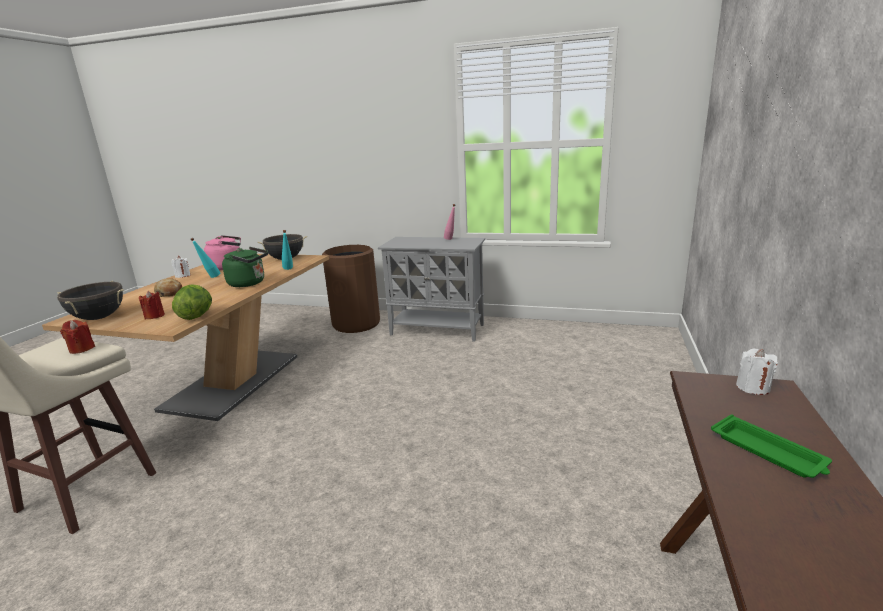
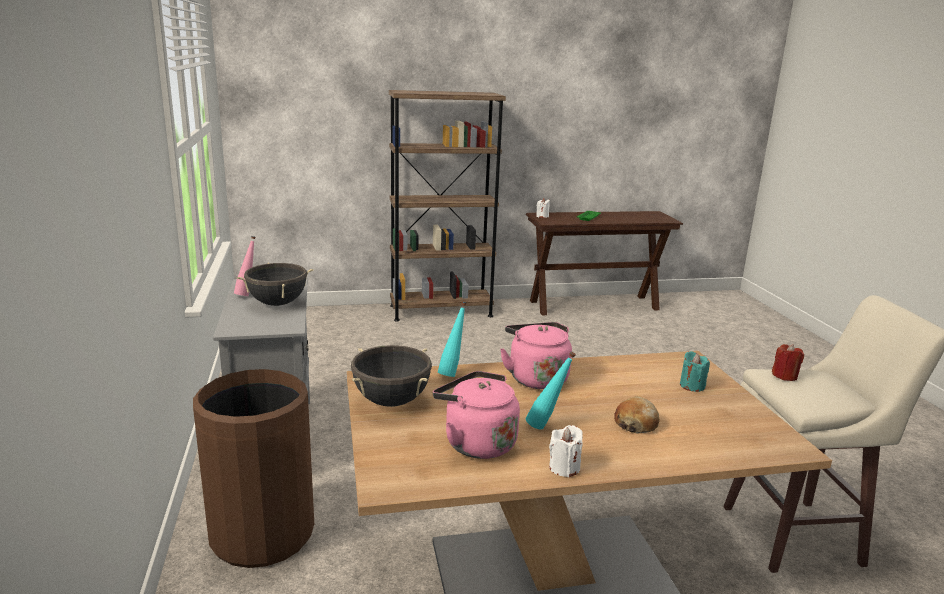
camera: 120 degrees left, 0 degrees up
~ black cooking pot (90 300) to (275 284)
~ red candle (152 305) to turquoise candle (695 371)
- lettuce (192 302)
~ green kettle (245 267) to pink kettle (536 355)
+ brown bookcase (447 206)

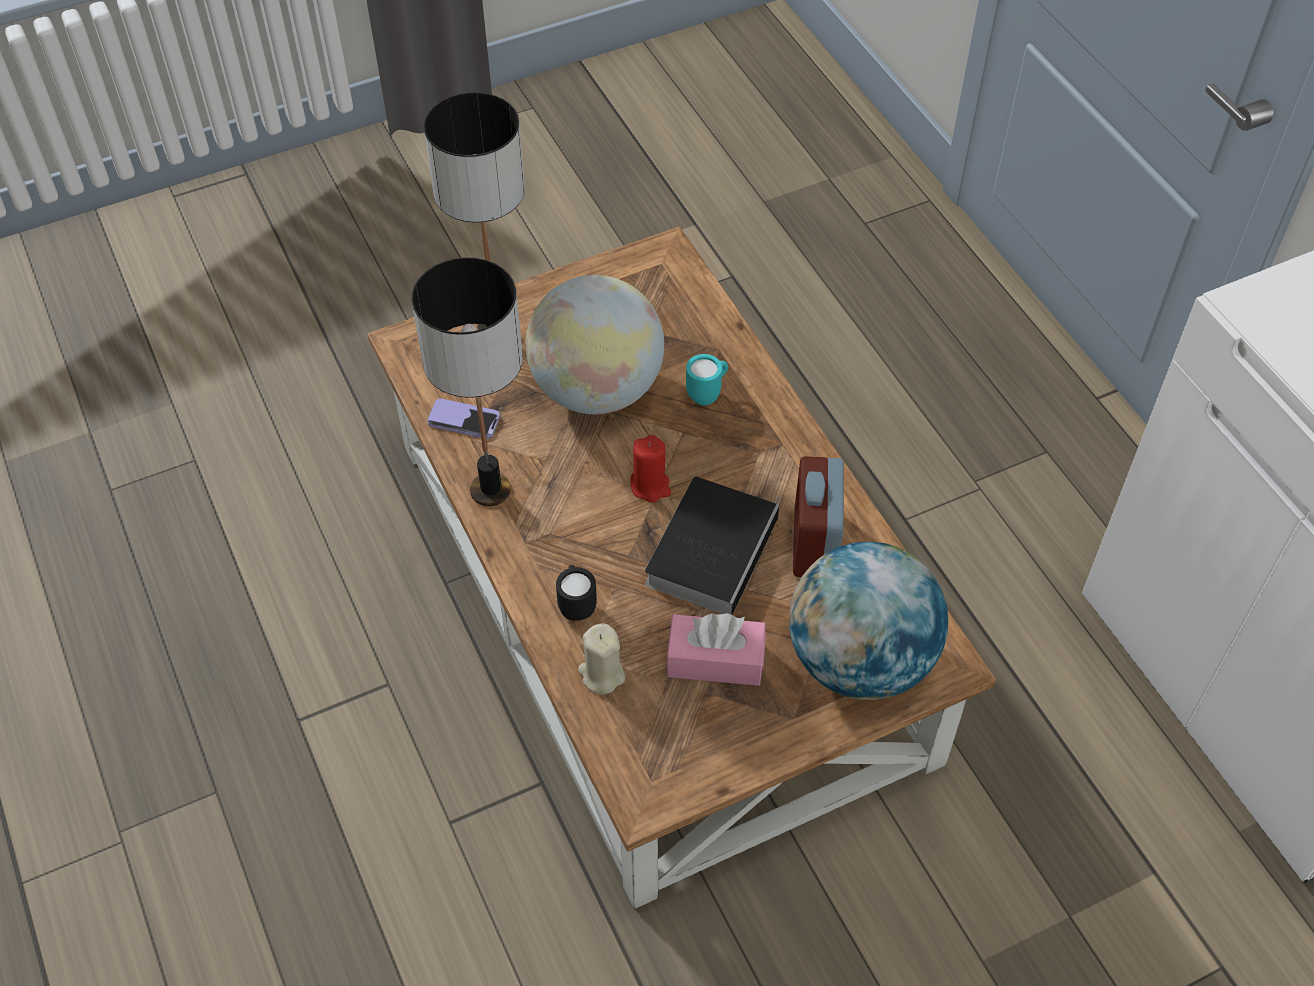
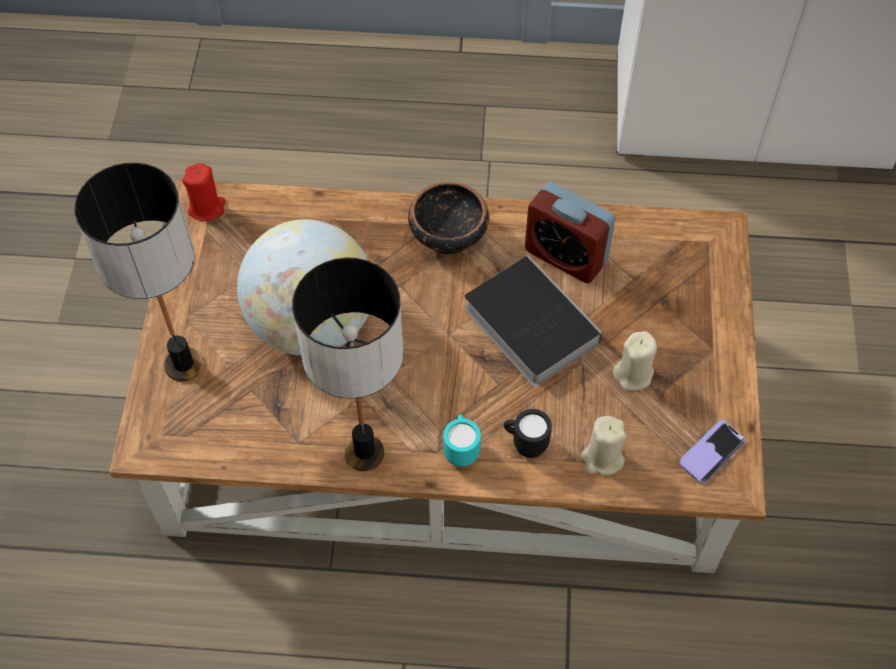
camera: 60 degrees left, 5 degrees up
~ phone (463 419) to (712 452)
~ red candle (651 469) to (204 192)
~ pink tissue box (716 649) to beige candle (635 360)
~ turquoise mug (707 380) to (462 440)
- globe (868 621)
+ bowl (448 218)

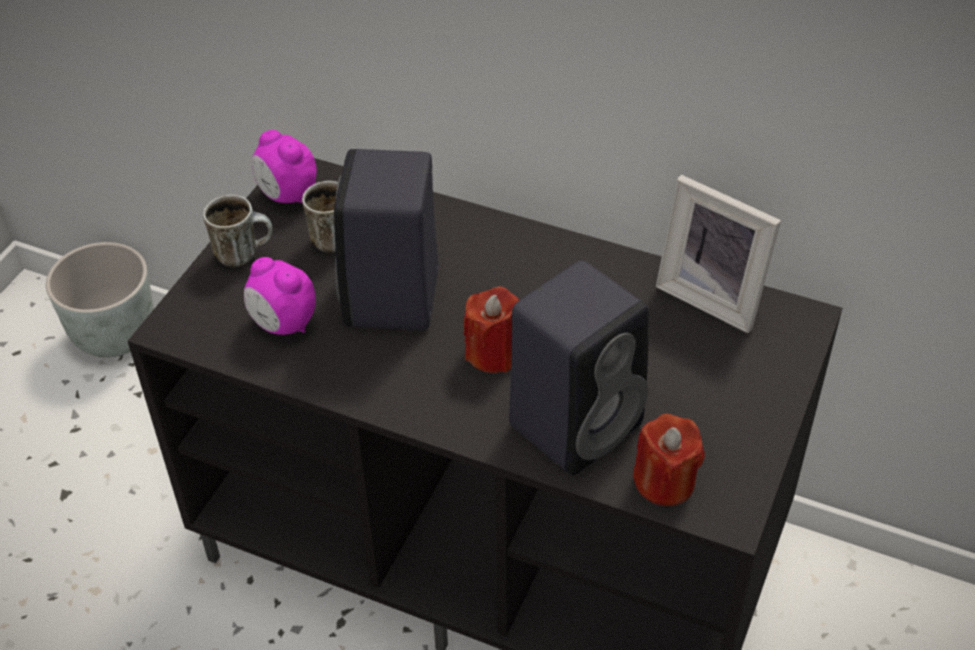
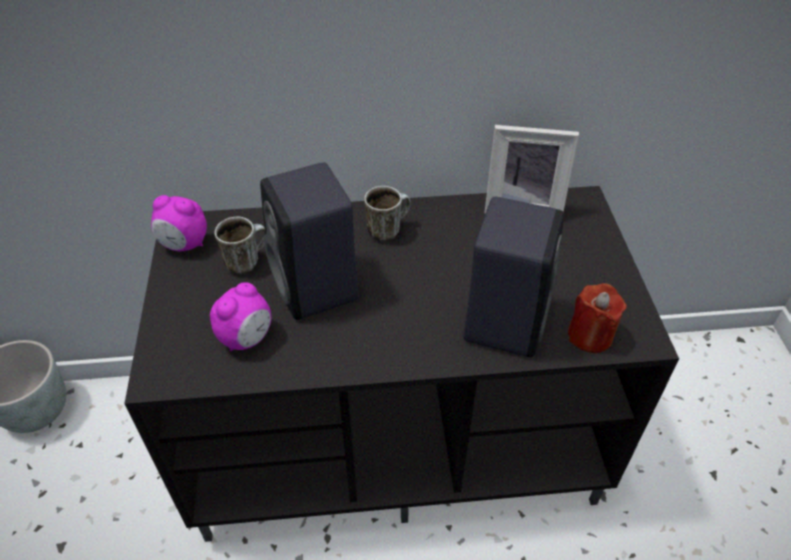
camera: 30 degrees left, 0 degrees up
~ mug (238 231) to (387 213)
~ alarm clock (280 296) = (240 316) 60 degrees counterclockwise
- red candle (491 329)

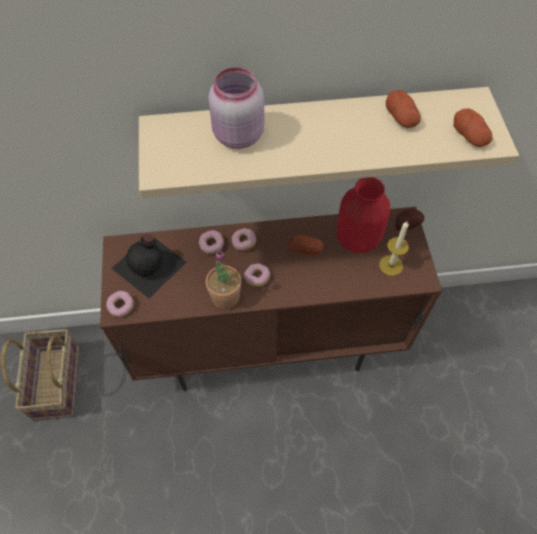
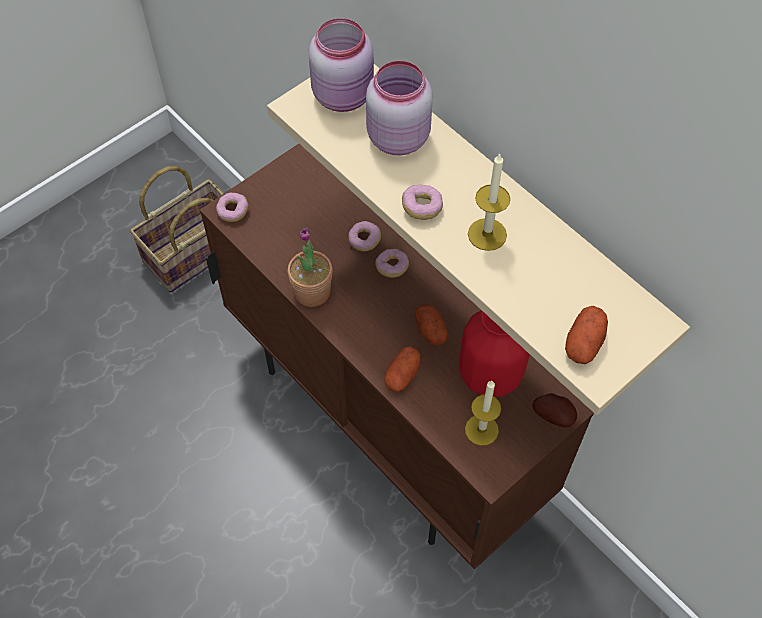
camera: 55 degrees right, 0 degrees up
- black bottle (149 266)
~ donut (257 275) to (422 202)
~ potato (403 109) to (402 369)
+ pink jar (341 65)
+ candle (489 202)

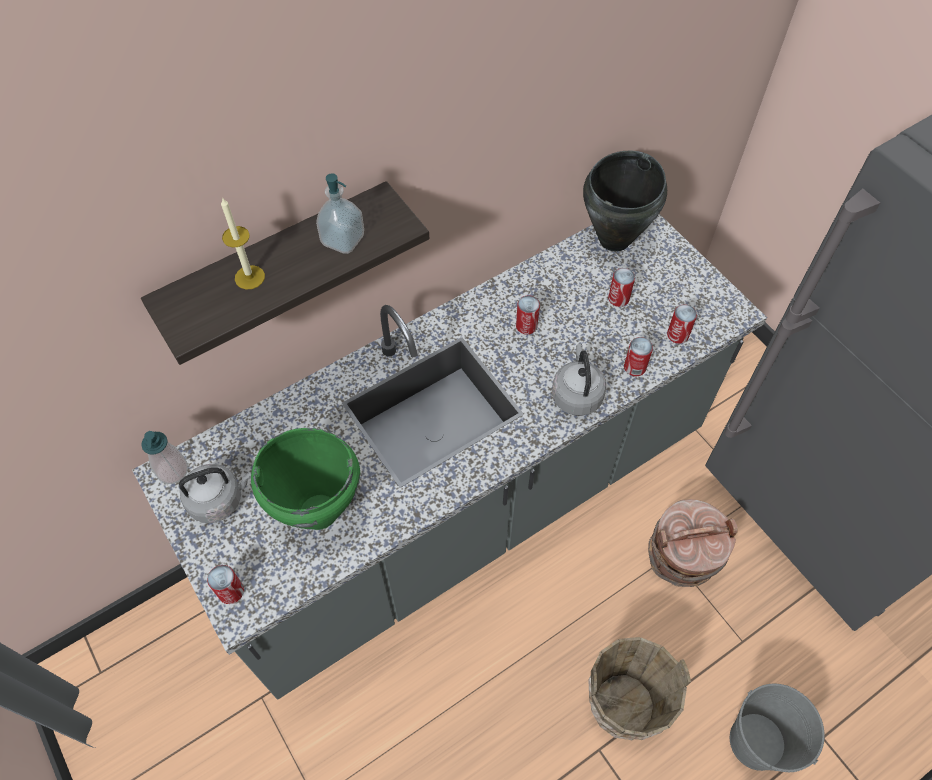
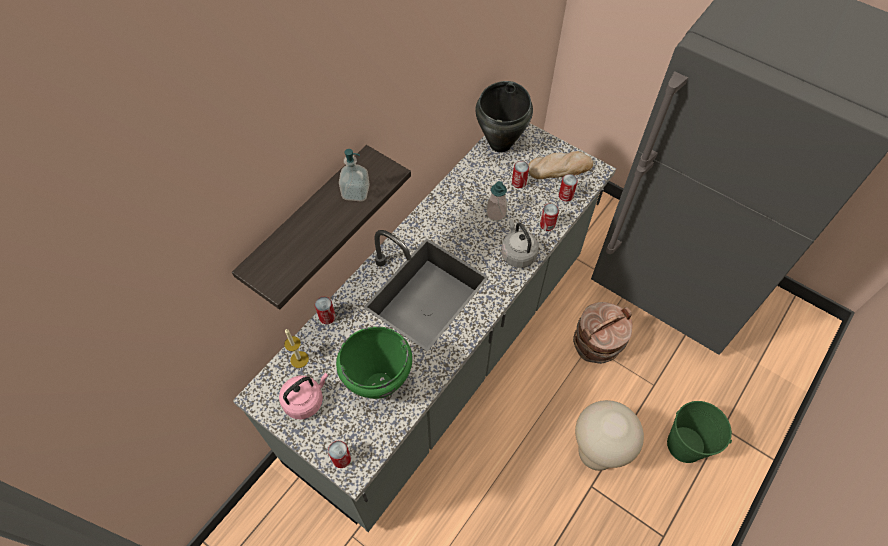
camera: 20 degrees left, 0 degrees up
~ soap dispenser (164 457) to (496 201)
~ grey kettle (215 493) to pink kettle (303 396)
~ candle (243 243) to (296 348)
~ can (528 315) to (325 310)
~ brown bucket (639 688) to beige stool (609 435)
~ grey bucket (777 728) to green bucket (699 432)
+ bread (560 165)

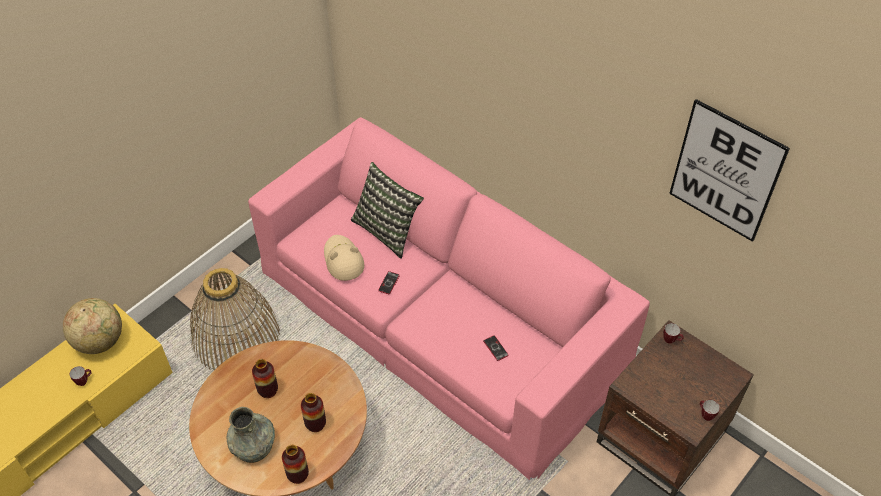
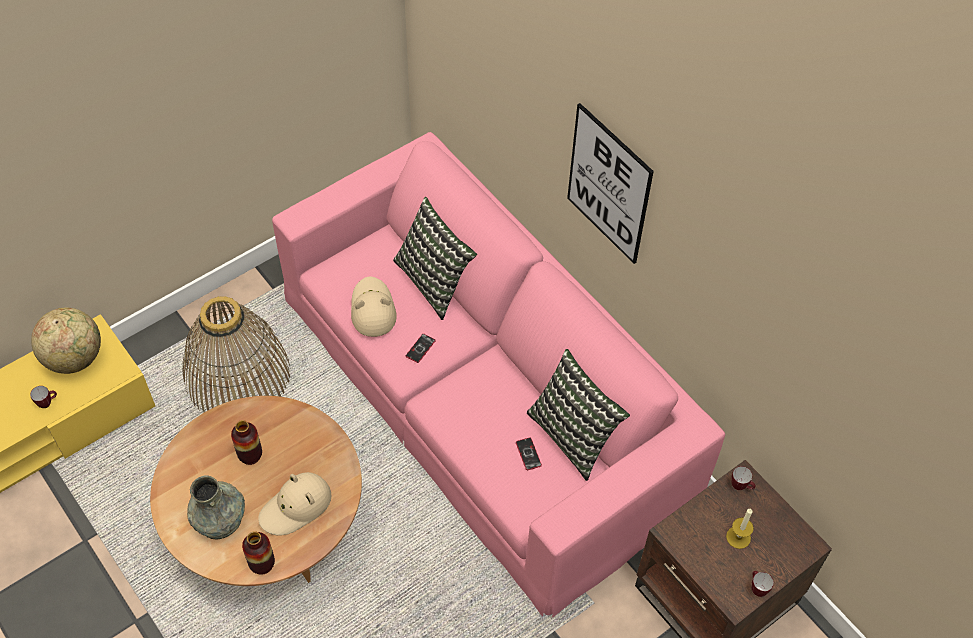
camera: 10 degrees right, 5 degrees up
~ vase (313 412) to beige hat (295 504)
~ picture (729 170) to (610 183)
+ pillow (578 415)
+ candle (740 529)

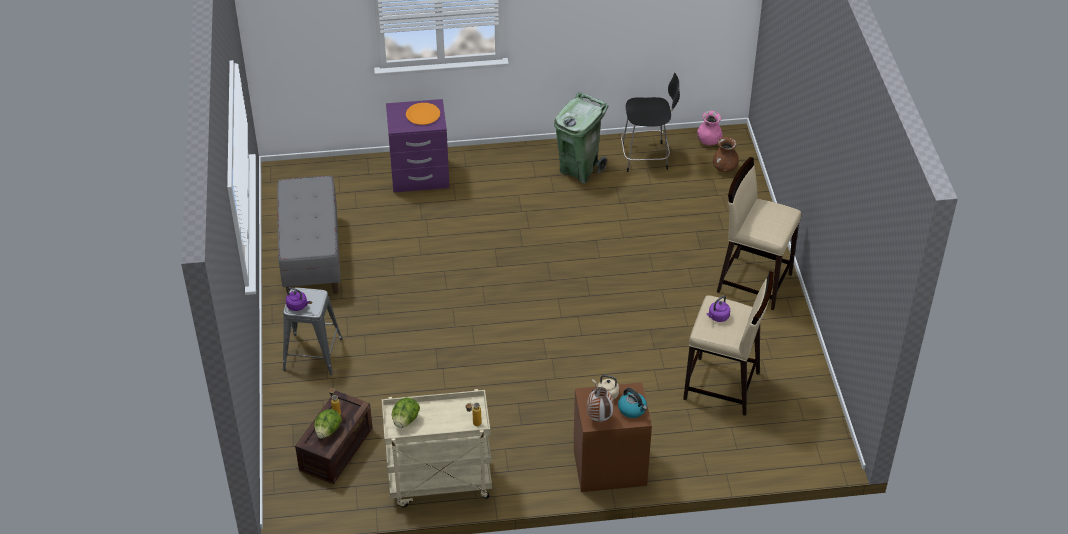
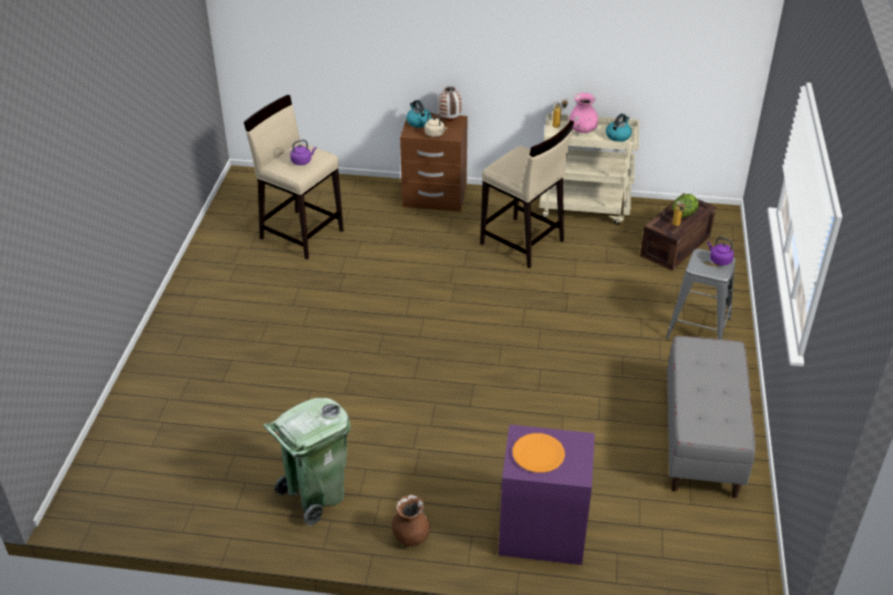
camera: 165 degrees left, 5 degrees down
~ lettuce (406 412) to kettle (619 128)
- black chair (650 122)
~ pink vase (710 128) to (583 113)
~ brown vase (726 154) to (411 520)
~ beige stool (759 233) to (527 194)

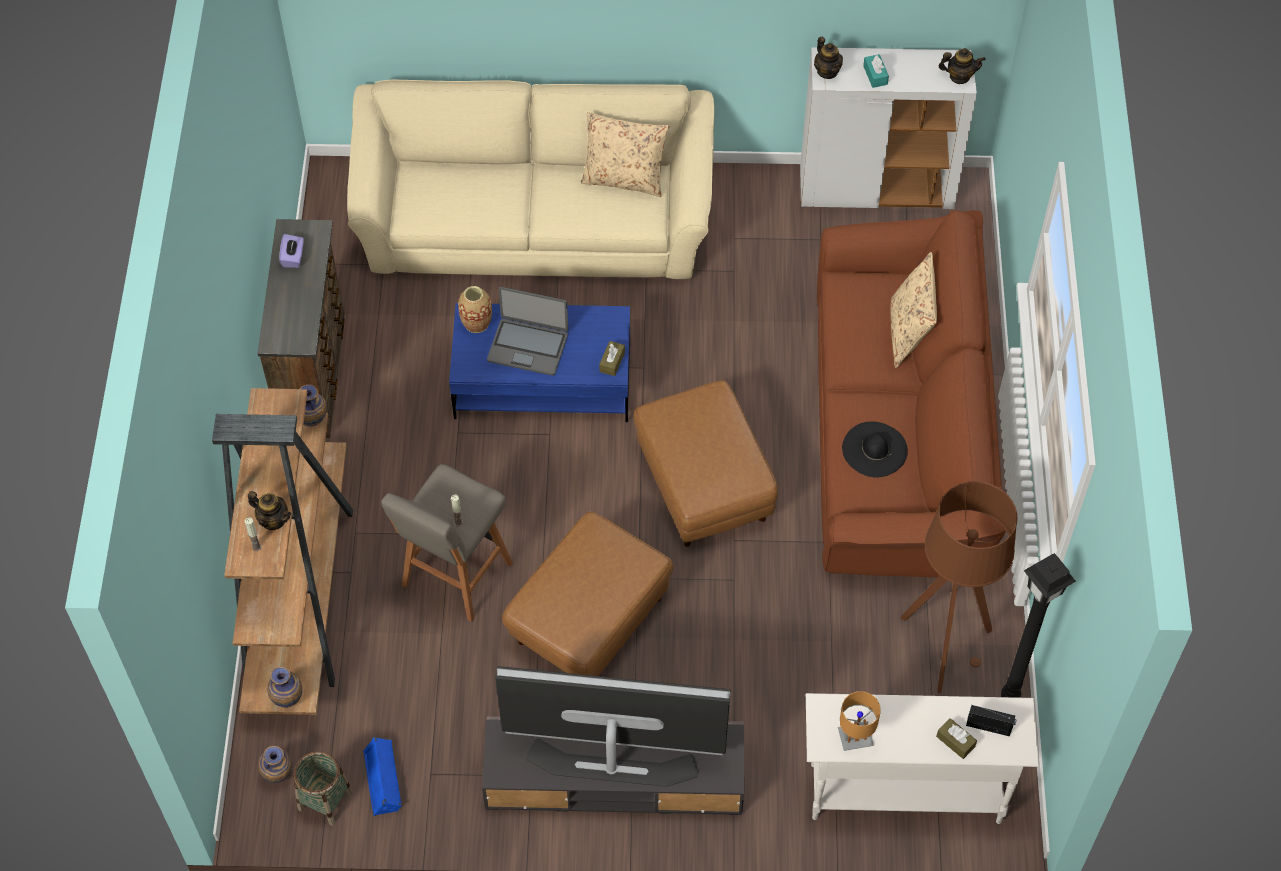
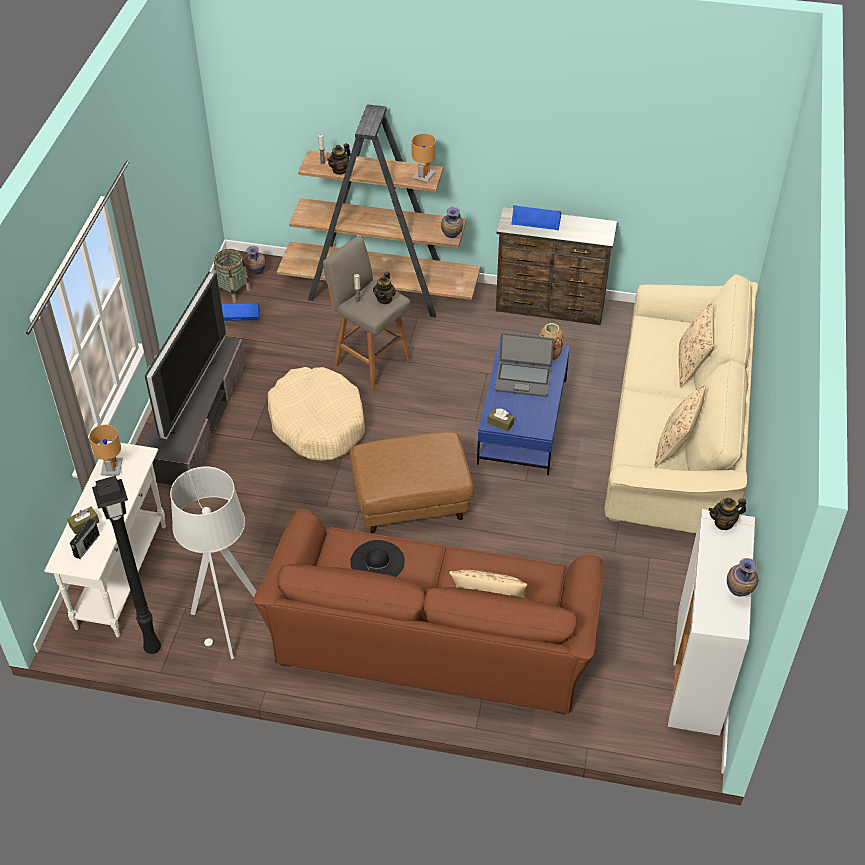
camera: 100 degrees right, 10 degrees down
~ vase (284 687) to (743 577)
- purple tissue box (291 251)
~ laptop (527 331) = (524 365) 105 degrees counterclockwise
~ brown ottoman (587 593) to beige dog bed (316 414)
- turquoise tissue box (876 71)
~ brown floor lamp (959 587) to grey floor lamp (213 562)
~ teapot (962 66) to (384 288)
+ brown table lamp (424 158)
+ blue speaker (536 217)
+ beige pillow (696 344)

